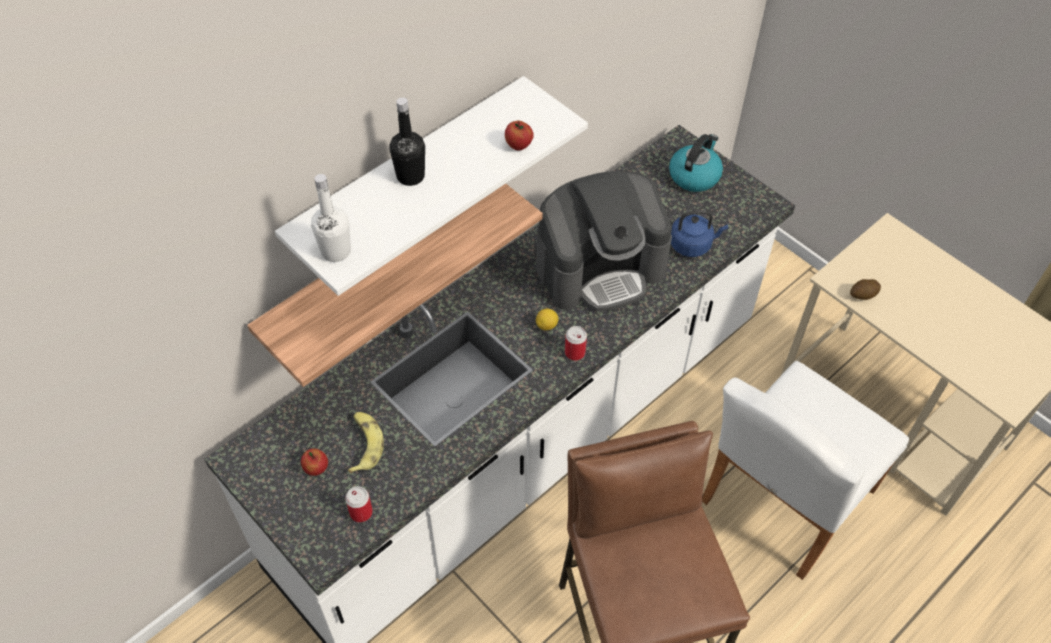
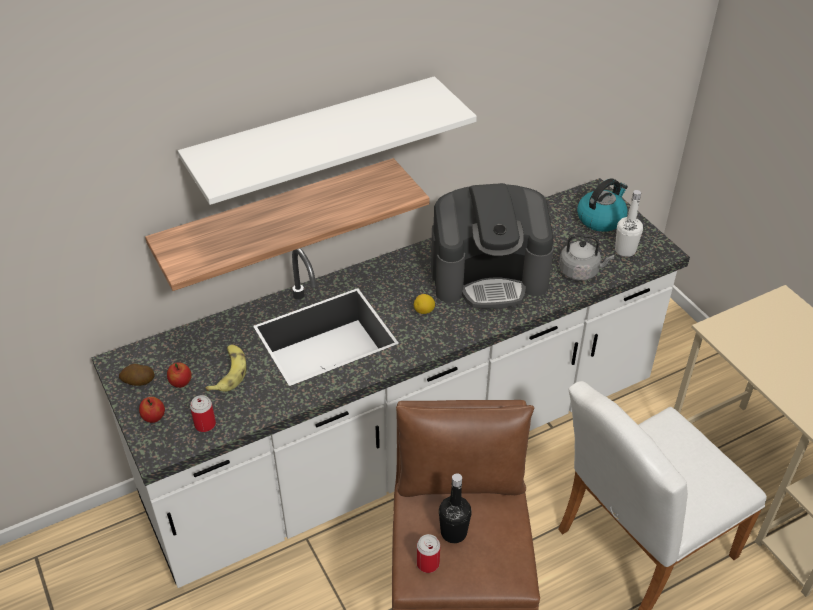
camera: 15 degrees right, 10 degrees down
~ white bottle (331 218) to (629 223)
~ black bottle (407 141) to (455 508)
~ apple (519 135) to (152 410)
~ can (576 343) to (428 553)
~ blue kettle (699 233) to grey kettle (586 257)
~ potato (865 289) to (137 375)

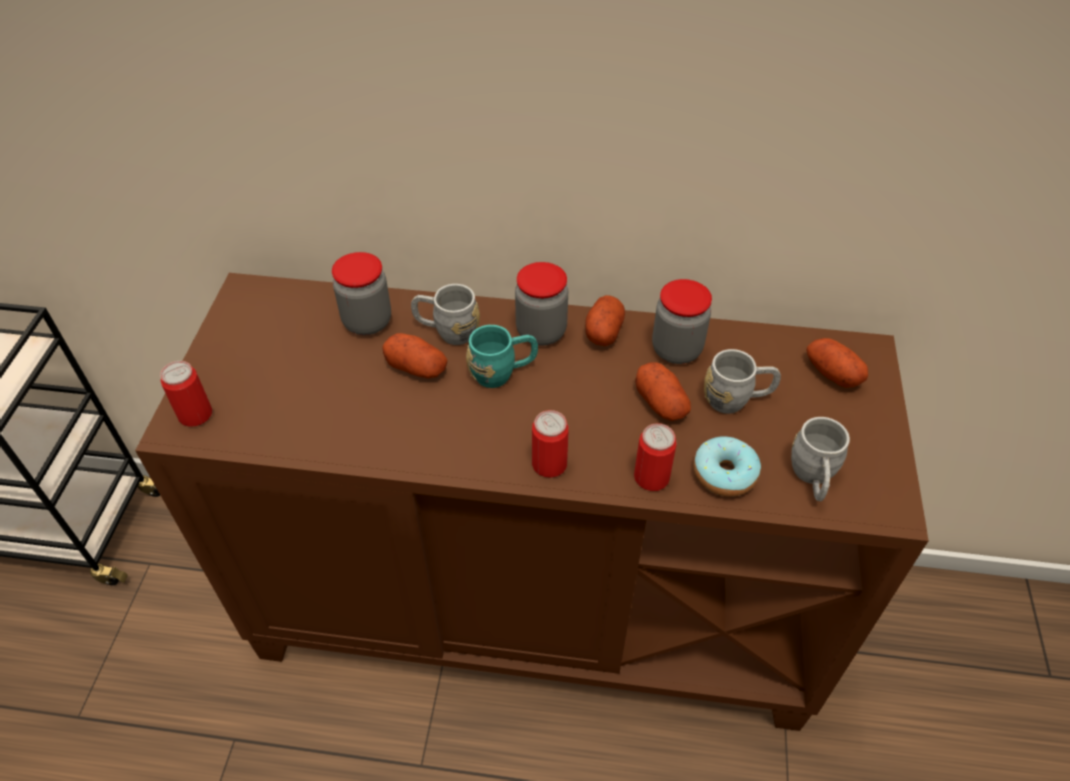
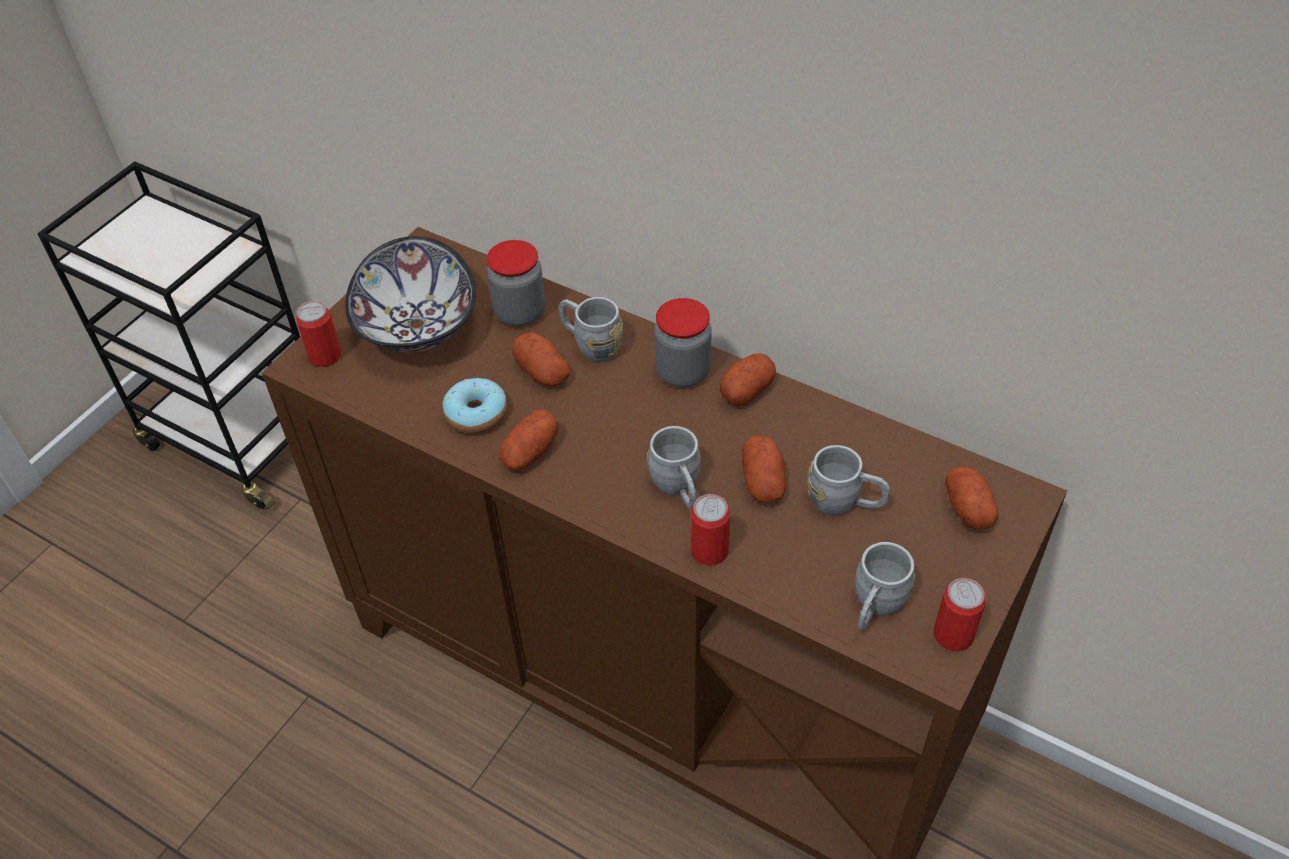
camera: 25 degrees right, 0 degrees up
- turquoise mug (502 356)
~ can (550 444) to (960 614)
- jar (682 321)
~ donut (727 466) to (475 406)
+ bowl (410 294)
+ potato (528 440)
+ grey mug (674 467)

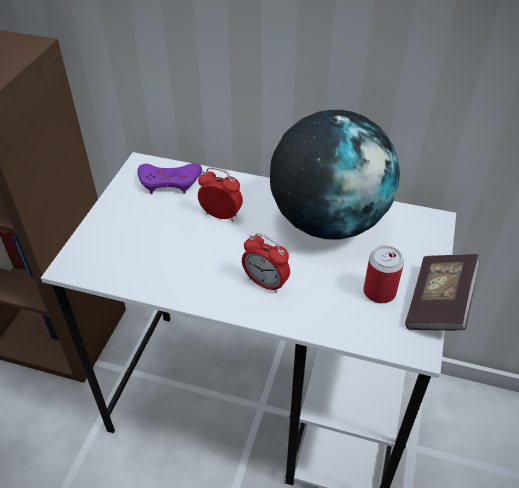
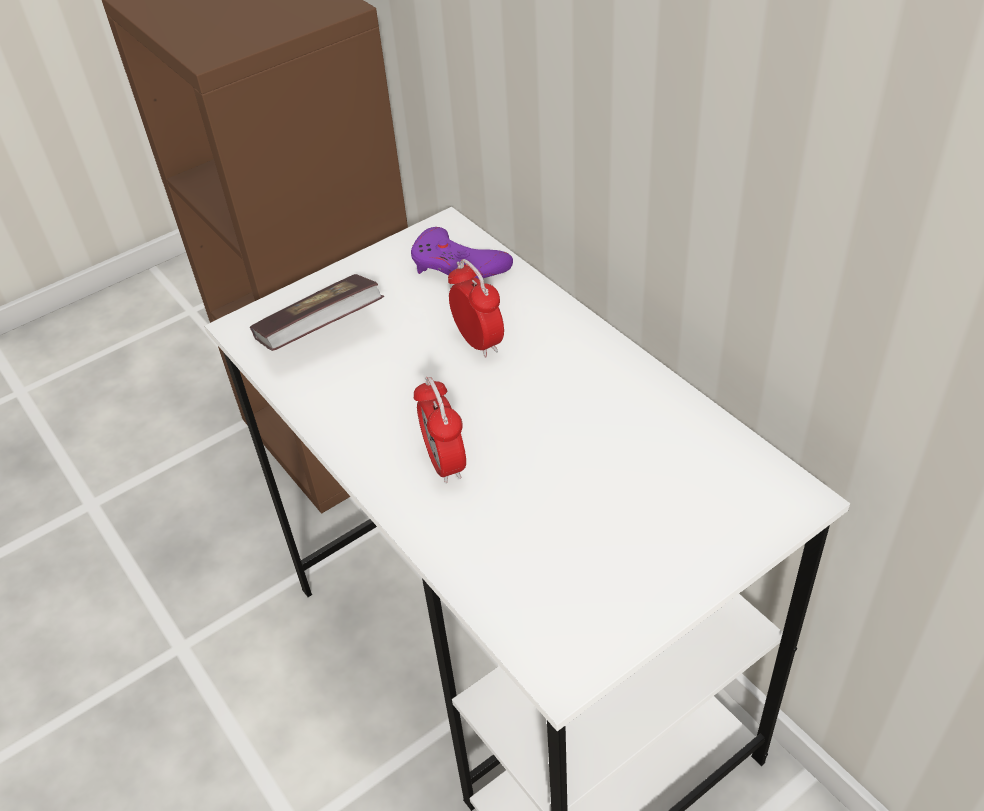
camera: 40 degrees right, 0 degrees up
- globe (335 175)
- can (383 274)
~ book (442 292) to (317 312)

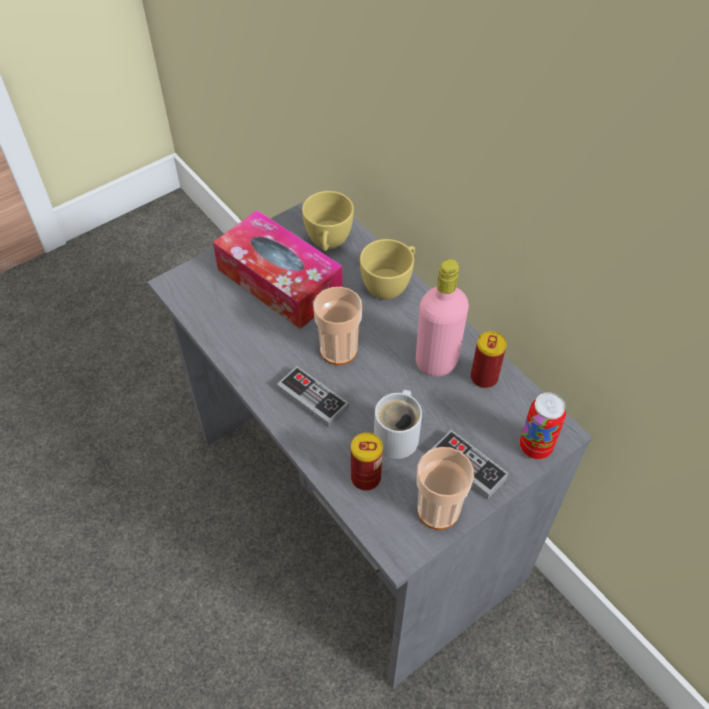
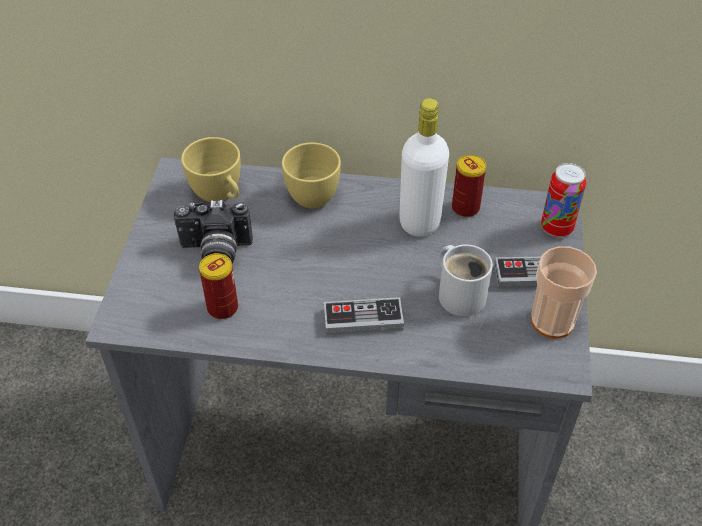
camera: 45 degrees left, 5 degrees down
~ tissue box (278 269) to photo camera (213 231)
- cup (337 326)
~ can (367 462) to (218 286)
~ pink bottle (442 318) to white bottle (424 167)

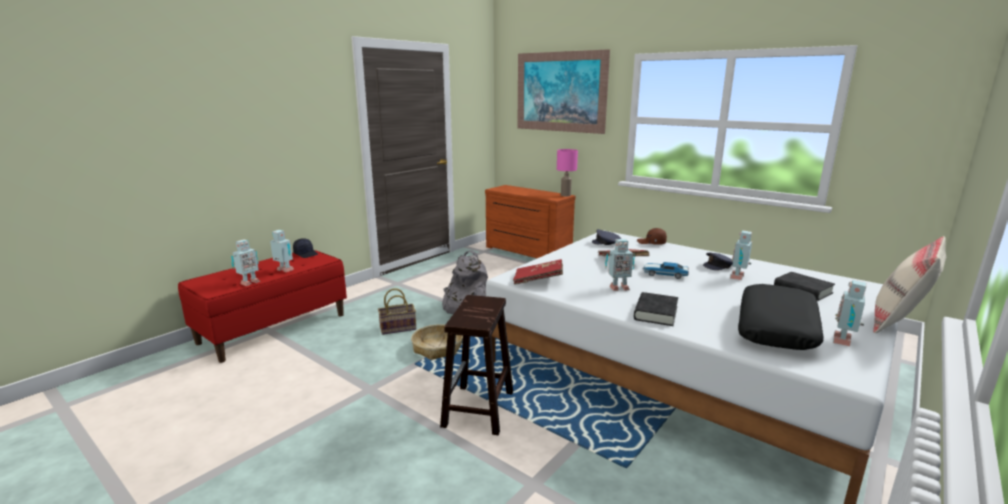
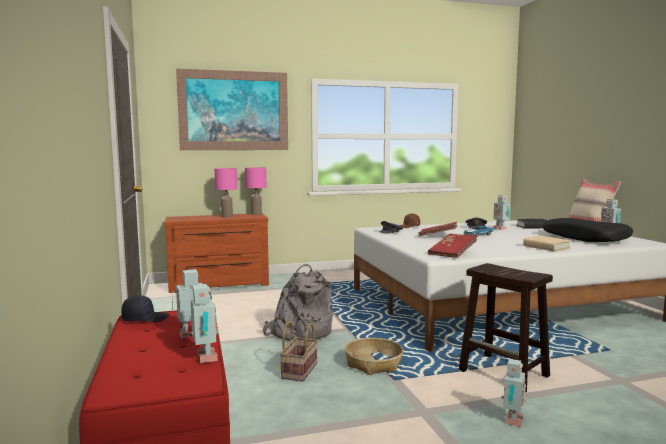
camera: 55 degrees left, 10 degrees down
~ toy robot (620 265) to (514 393)
~ black book (656 309) to beige book (547 244)
+ pink table lamp (226 192)

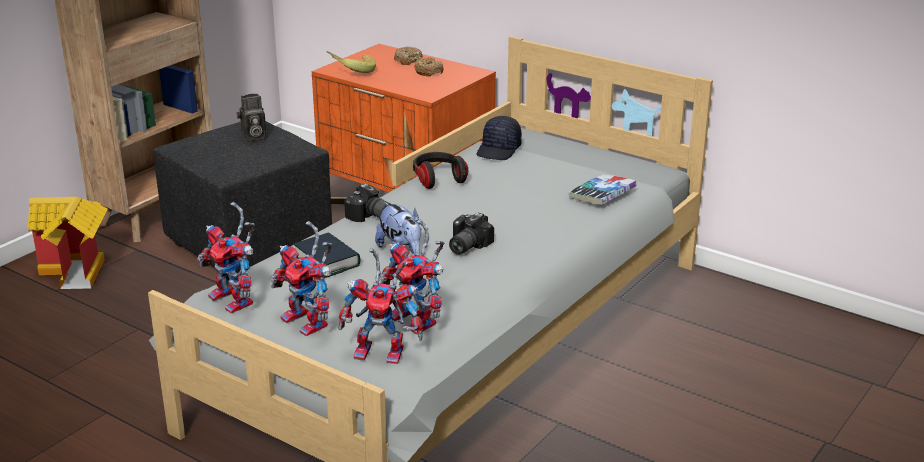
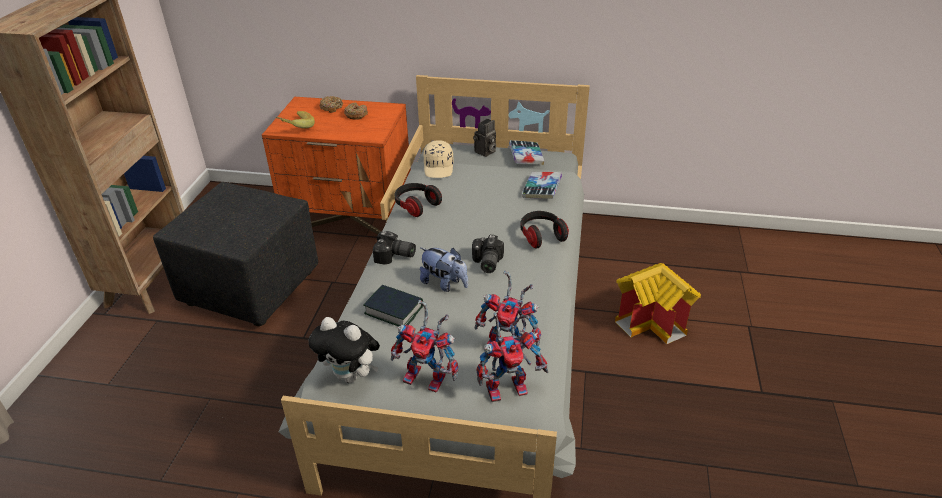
camera: 25 degrees left, 10 degrees up
~ toy house (68 243) to (658 303)
~ toy robot (226 257) to plush toy (344 350)
~ photo camera (251 117) to (484 138)
~ black cap (499 138) to beige cap (438 159)
+ book (526 152)
+ headphones (544 230)

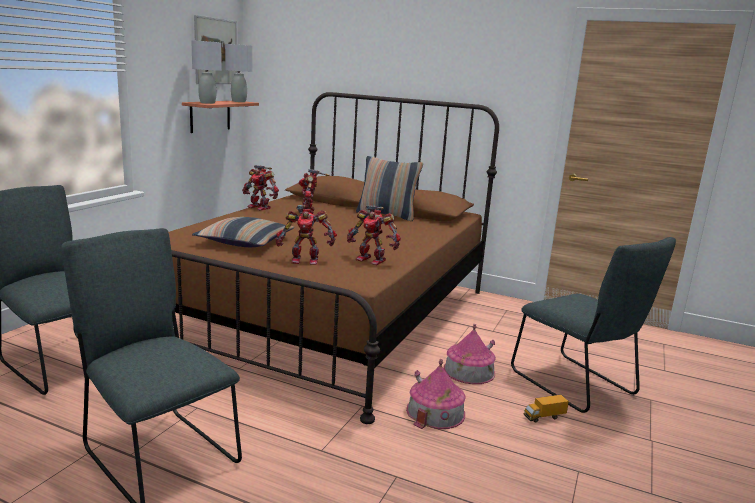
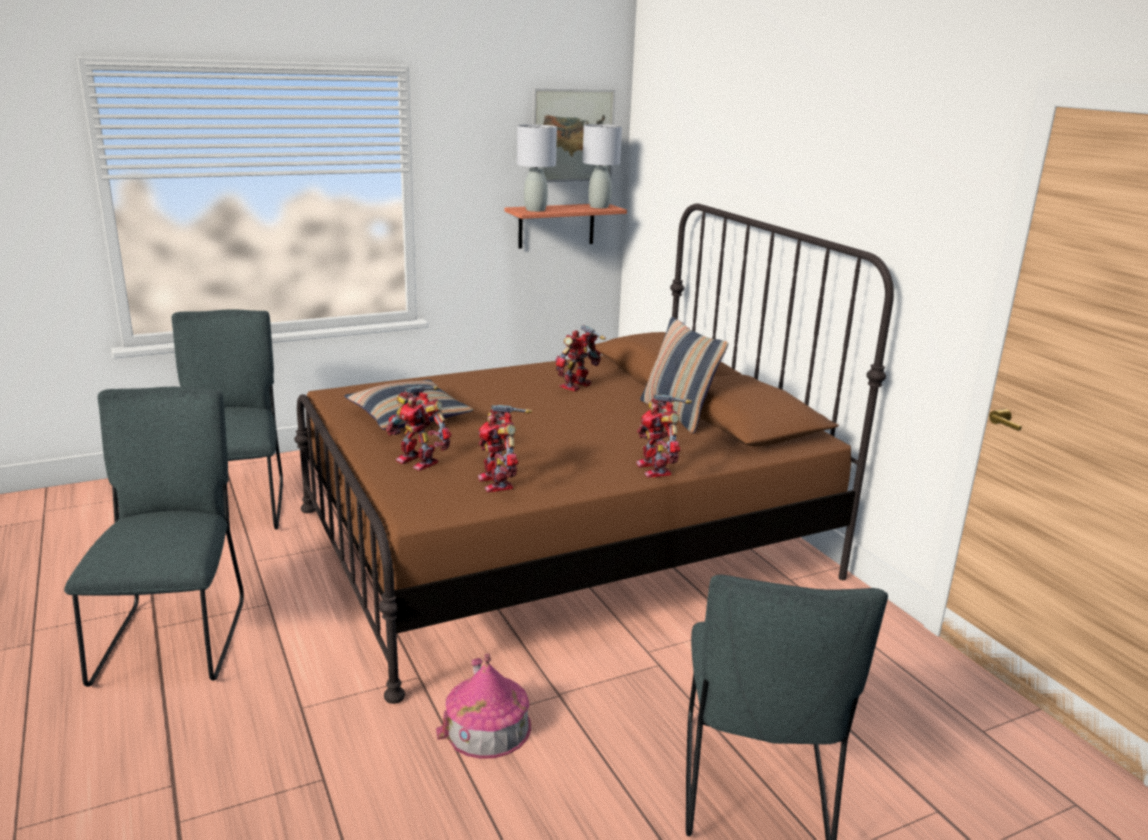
camera: 40 degrees right, 5 degrees up
~ toy robot (260 187) to (664 436)
- toy house (470 354)
- toy truck (546 409)

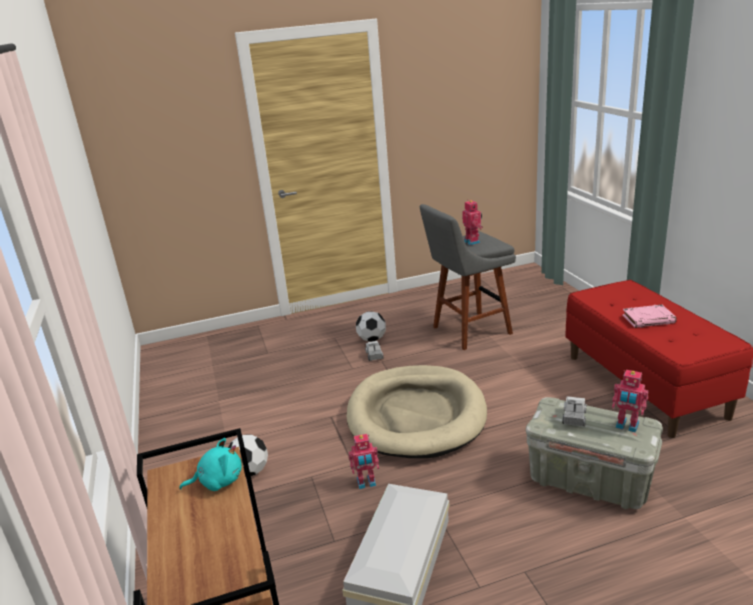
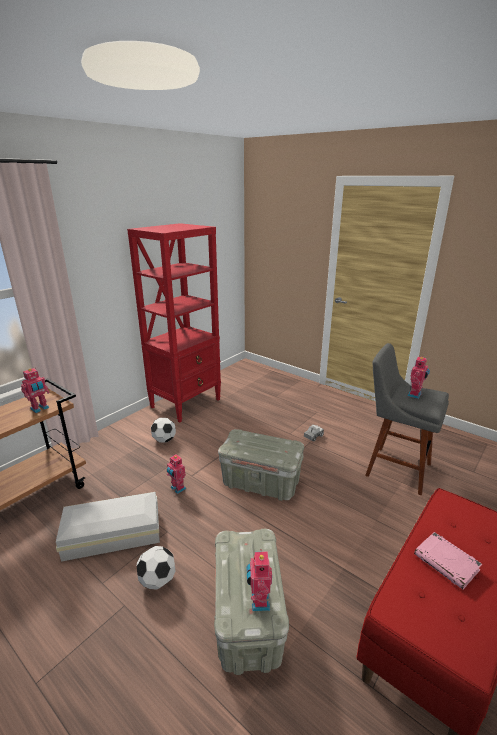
camera: 55 degrees right, 0 degrees up
~ turquoise plush toy (210 464) to toy robot (35 390)
~ beige dog bed (417 411) to grey storage box (261 465)
~ football (371 326) to (156 568)
- toy truck (574 411)
+ red bookcase (174 322)

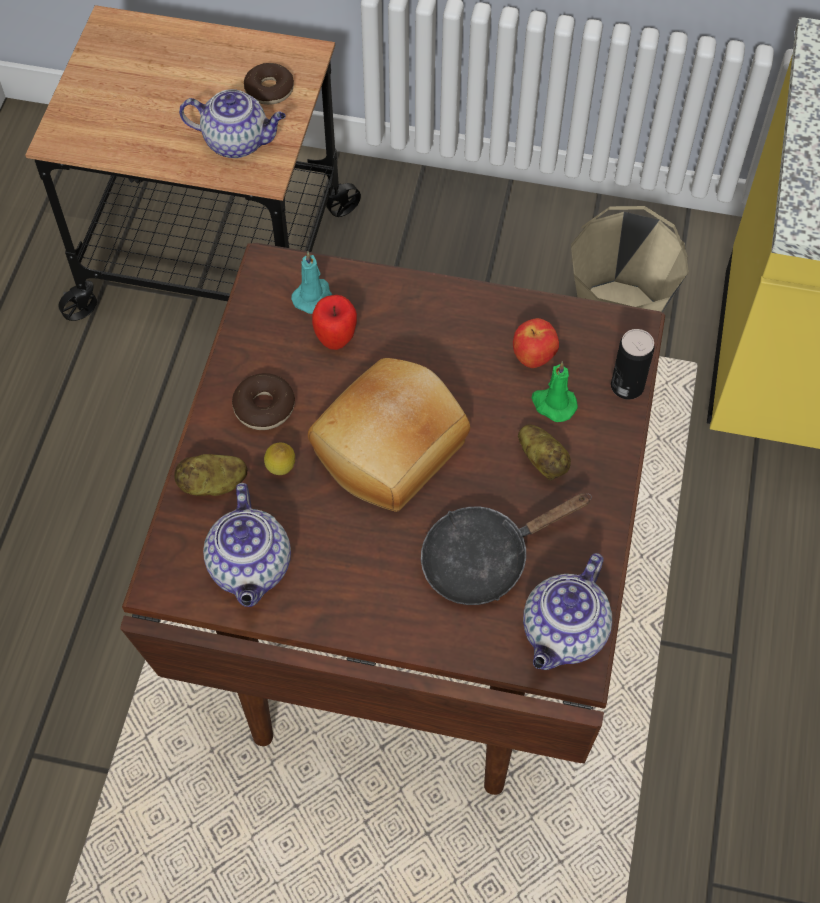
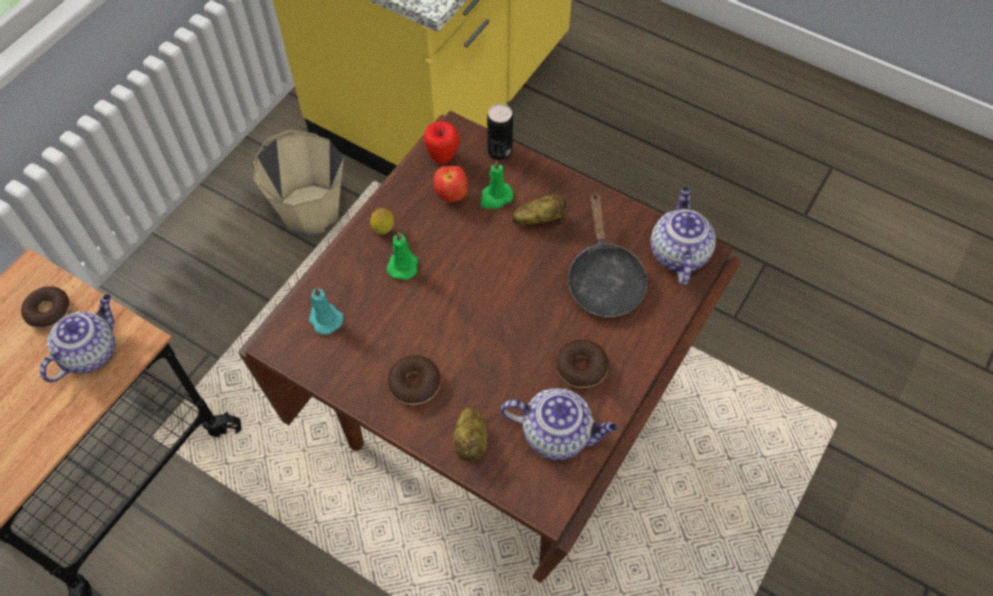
camera: 70 degrees left, 0 degrees up
~ lemon (279 459) to (382 221)
- bread (389 435)
~ apple (334 322) to (441 142)
~ teapot (567 611) = (683 236) 135 degrees counterclockwise
+ green candle (402 256)
+ donut (582 363)

